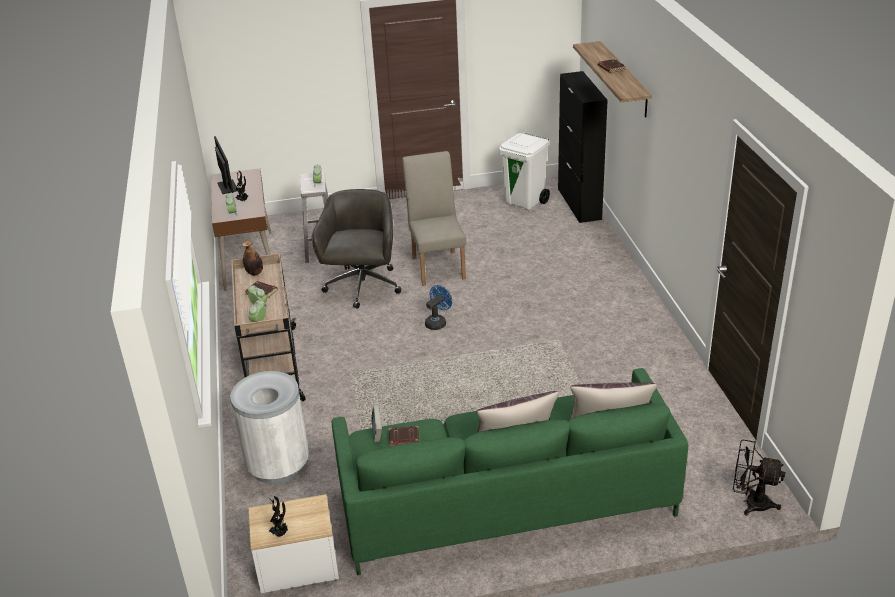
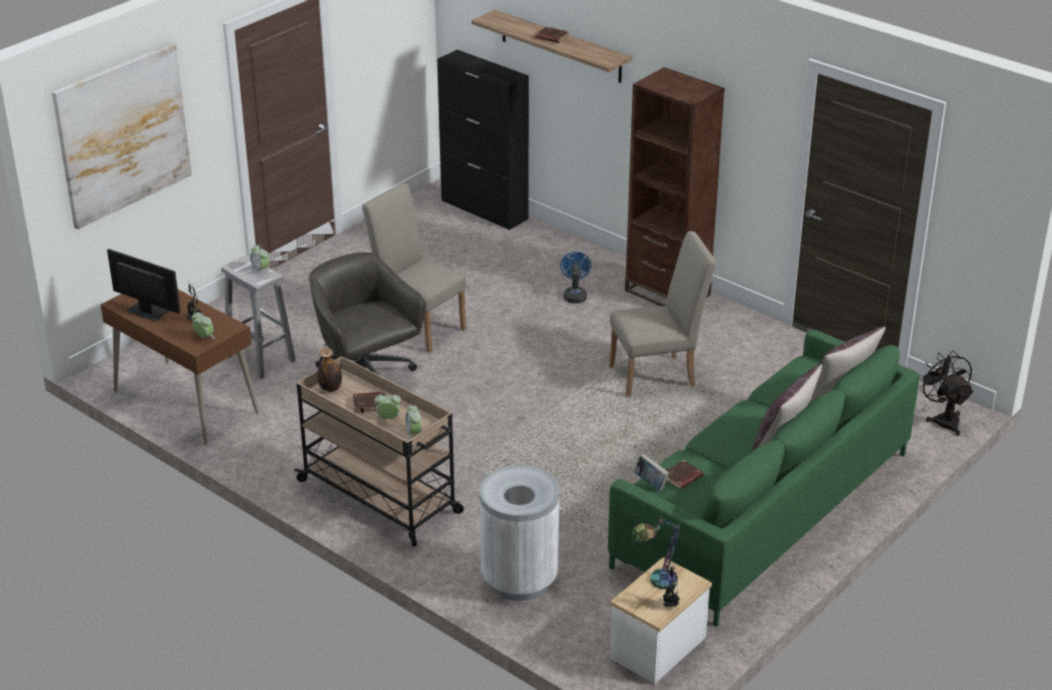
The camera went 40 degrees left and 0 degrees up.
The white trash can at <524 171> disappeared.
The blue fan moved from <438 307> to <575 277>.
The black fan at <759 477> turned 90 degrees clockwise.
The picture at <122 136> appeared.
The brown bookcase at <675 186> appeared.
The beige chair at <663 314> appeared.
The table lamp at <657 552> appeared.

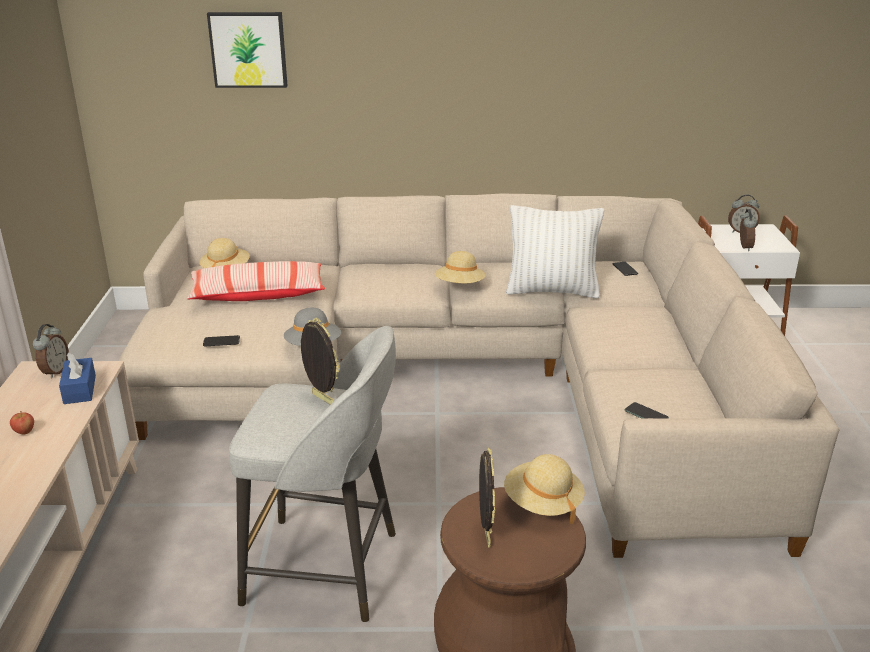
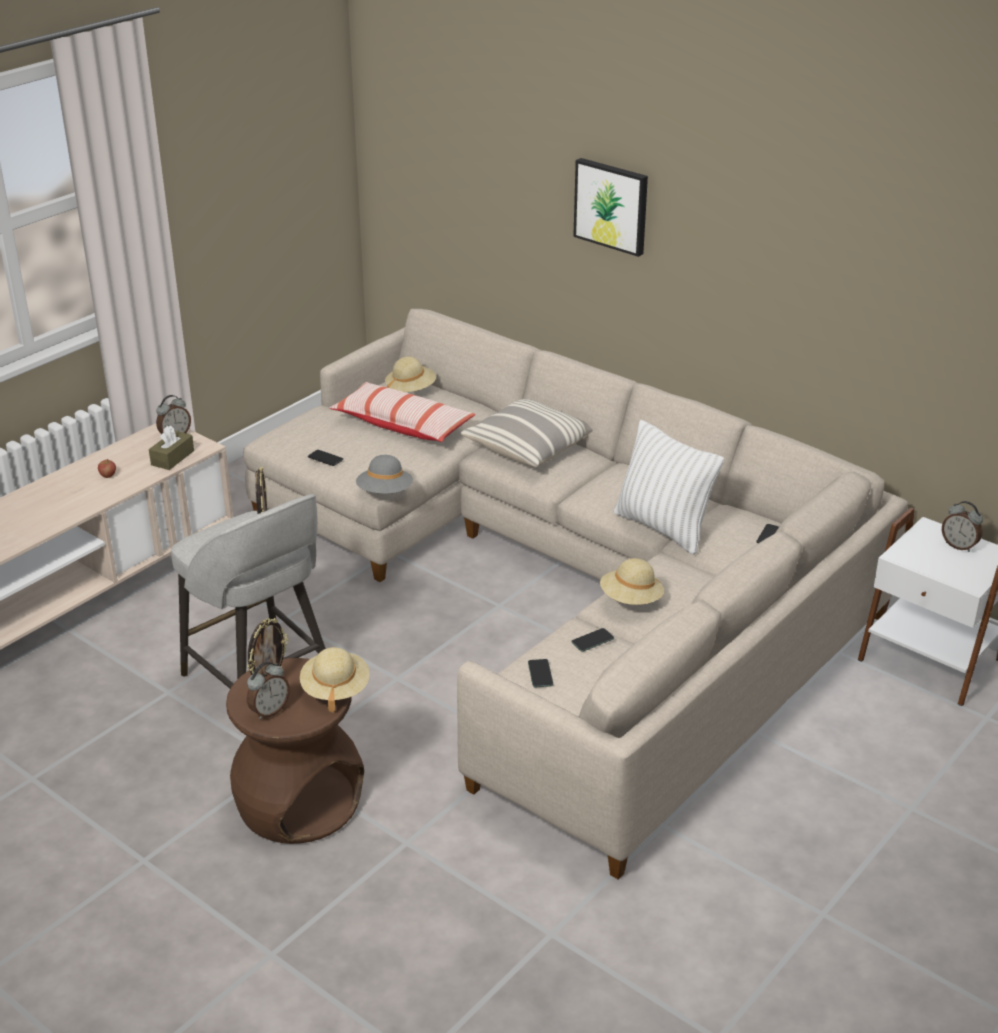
The camera went 40 degrees right and 5 degrees up.
The picture moved from <247 50> to <610 207>.
The alarm clock moved from <748 230> to <268 690>.
The beige hat moved from <460 267> to <632 581>.
The blue tissue box at <77 378> became the brown tissue box at <171 447>.
The pillow at <527 432> appeared.
The phone at <592 640> appeared.

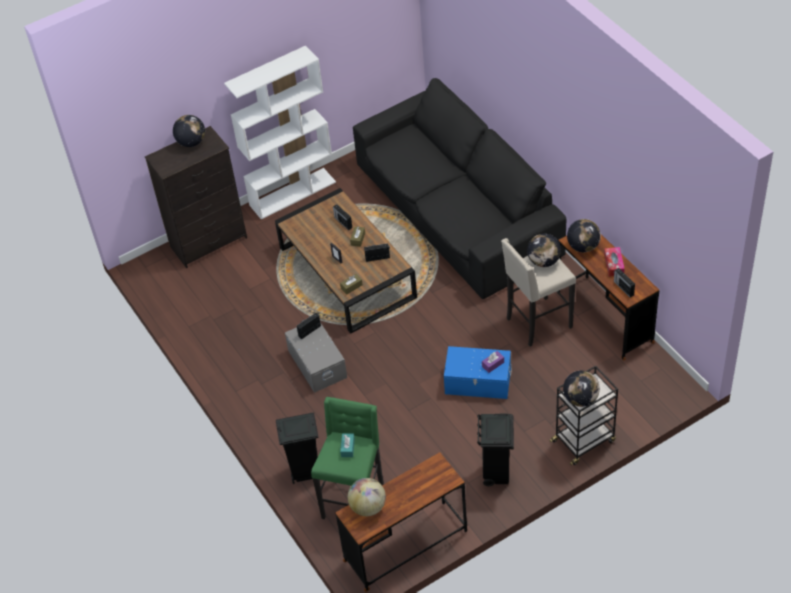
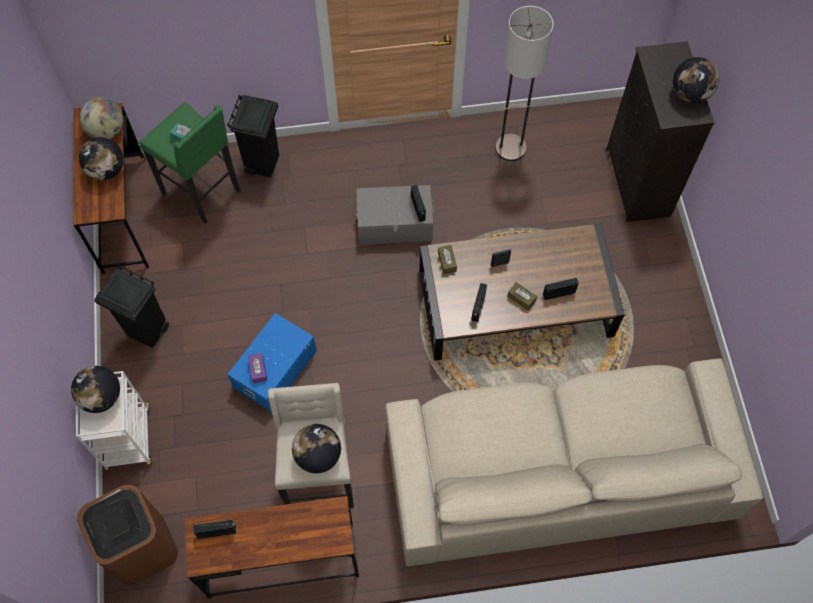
The camera went 110 degrees right and 15 degrees up.
The white bookcase at <280 132> disappeared.
The black sofa at <459 188> became the beige sofa at <575 462>.
The globe moved from <584 235> to <101 158>.
The tissue box at <614 262> disappeared.
The black cart at <584 416> became the white cart at <114 420>.
The floor lamp at <524 83> appeared.
The brown trash can at <127 535> appeared.

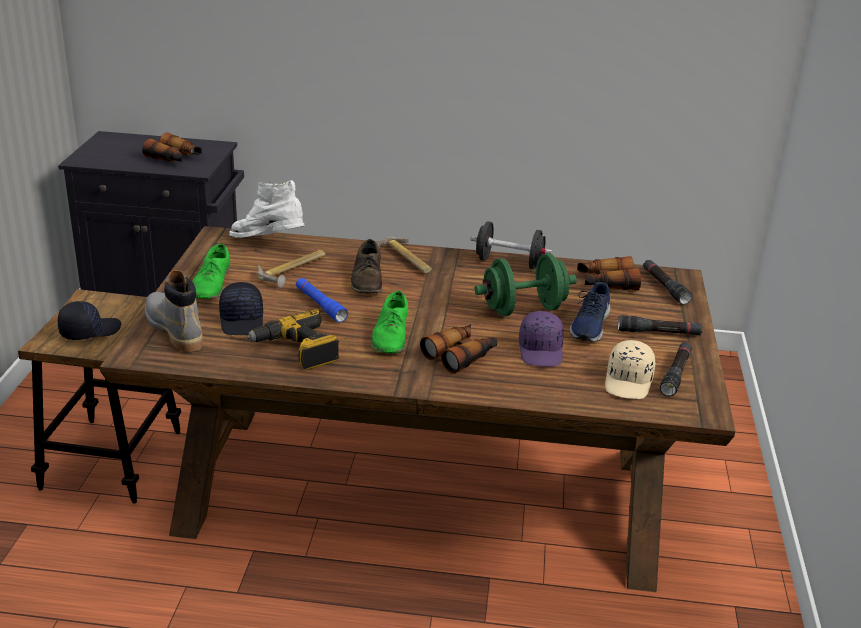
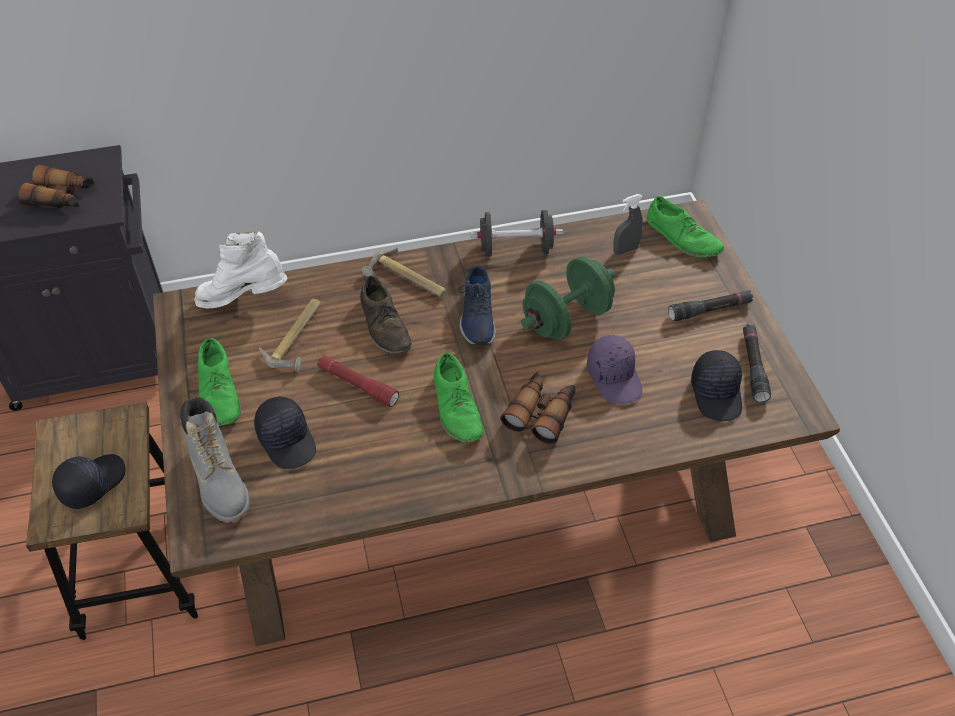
The camera went 20 degrees left and 20 degrees up.
The binoculars at <609 273> was replaced by the grey spray bottle at <628 224>.
The black flashlight at <667 282> was replaced by the green shoe at <685 226>.
The grey boot at <174 311> turned 150 degrees counterclockwise.
The blue flashlight at <322 300> became the red flashlight at <358 381>.
The blue shoe moved from <590 312> to <477 305>.
The power drill at <292 339> disappeared.
The beige cap at <630 369> became the black cap at <716 385>.

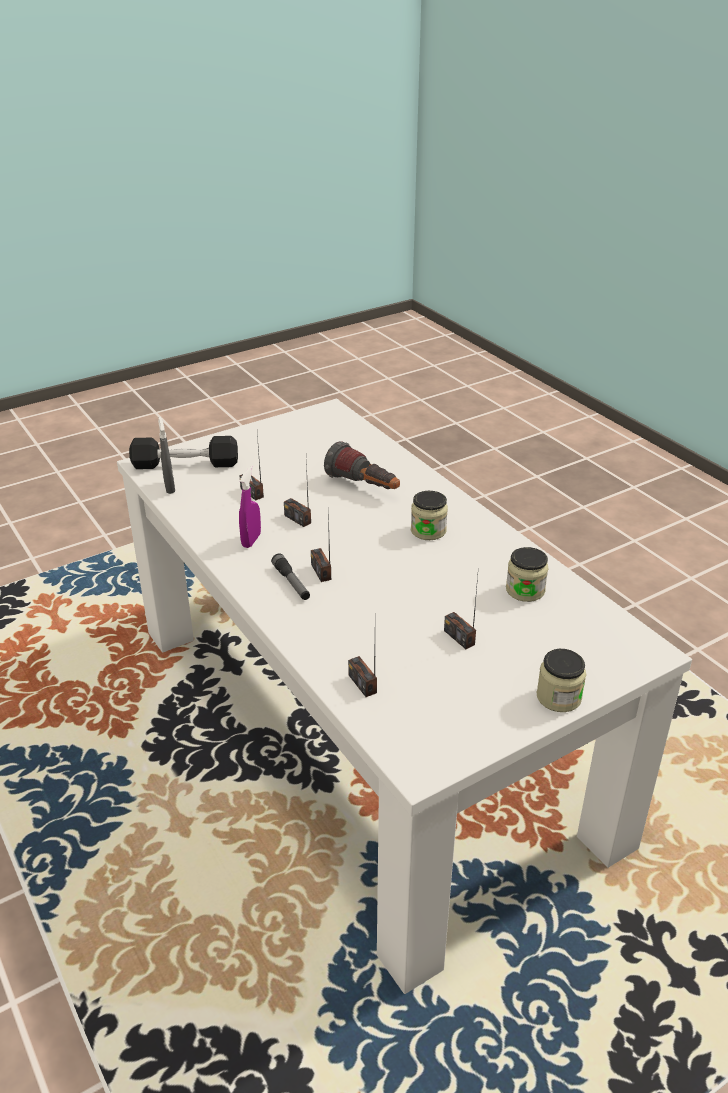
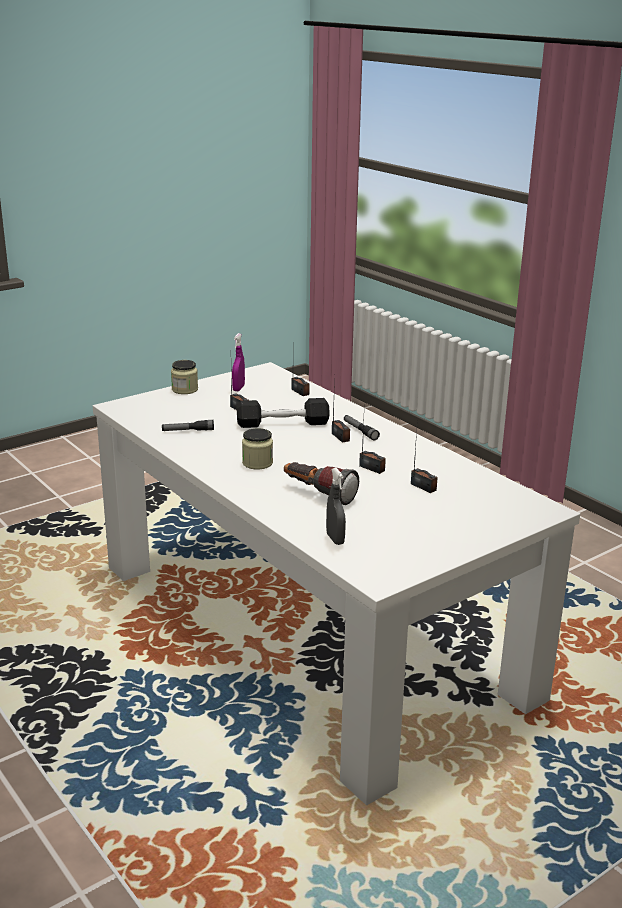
The camera went 175 degrees right and 10 degrees down.
The grey spray bottle moved from <166 455> to <336 506>.
The black dumbbell moved from <183 452> to <283 413>.
The purple spray bottle moved from <250 507> to <238 362>.
The jar at <527 574> was replaced by the flashlight at <188 425>.

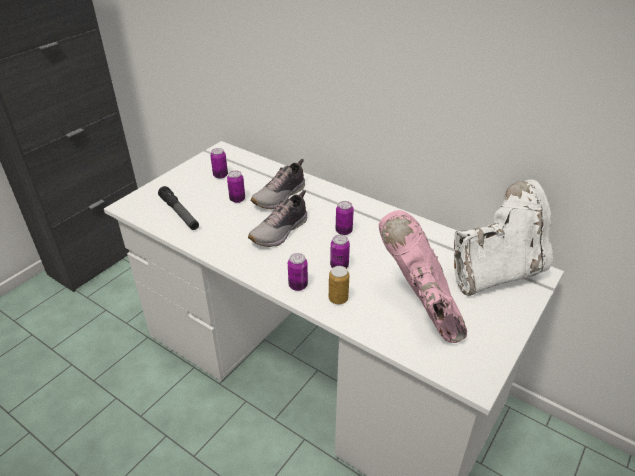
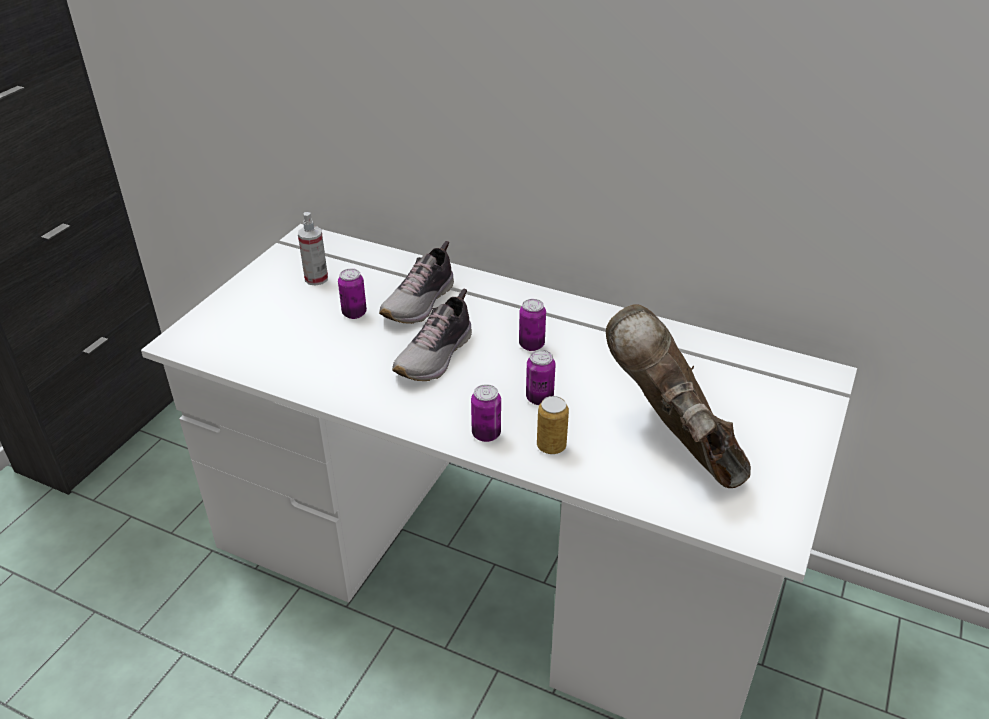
The camera went 10 degrees left and 0 degrees up.
The can at <219 163> was replaced by the spray bottle at <313 249>.
The white boot at <503 237> disappeared.
The flashlight at <178 208> disappeared.
The pink boot at <423 276> became the brown boot at <678 396>.

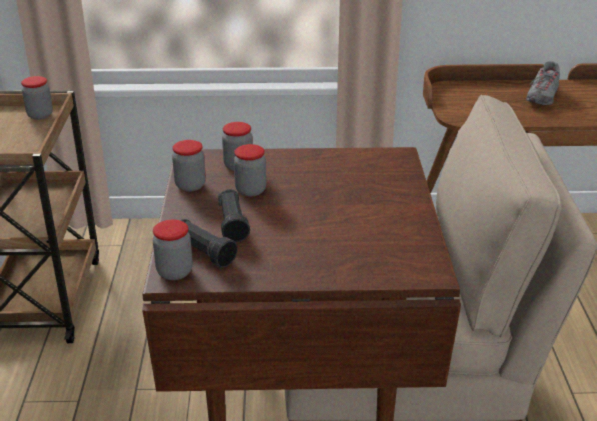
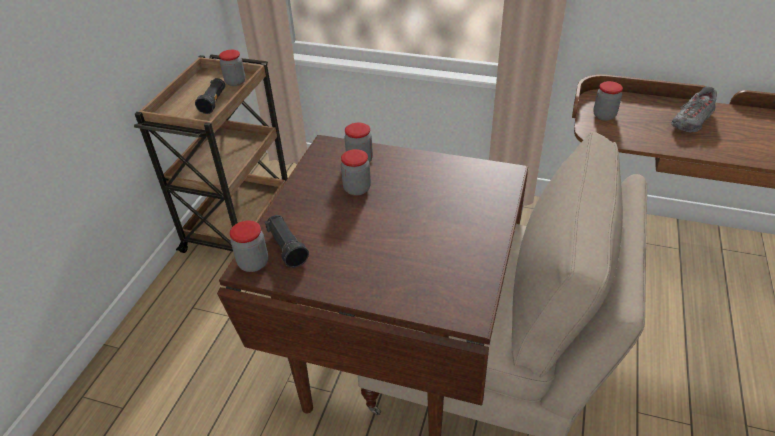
The camera went 20 degrees right and 10 degrees up.
The jar moved from <189 166> to <608 101>.
The black flashlight moved from <234 216> to <210 96>.

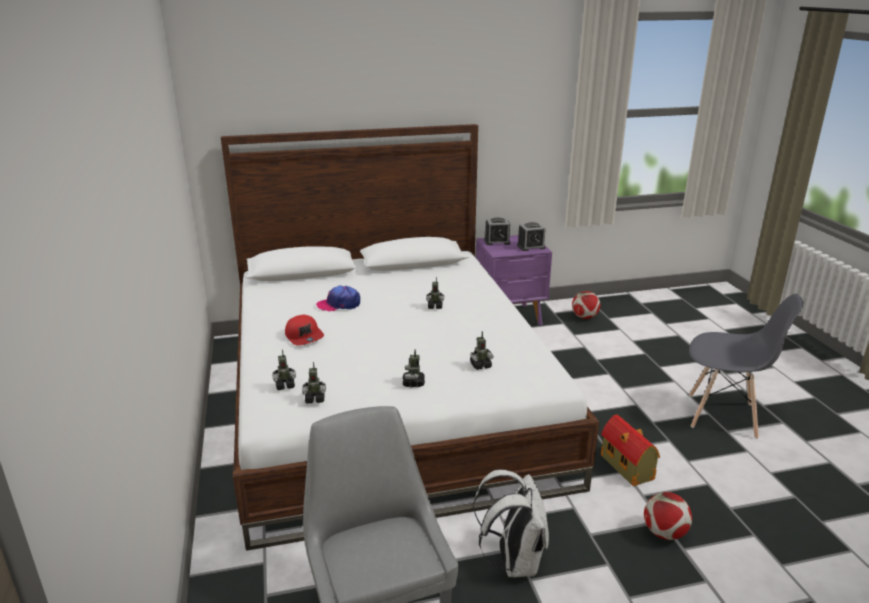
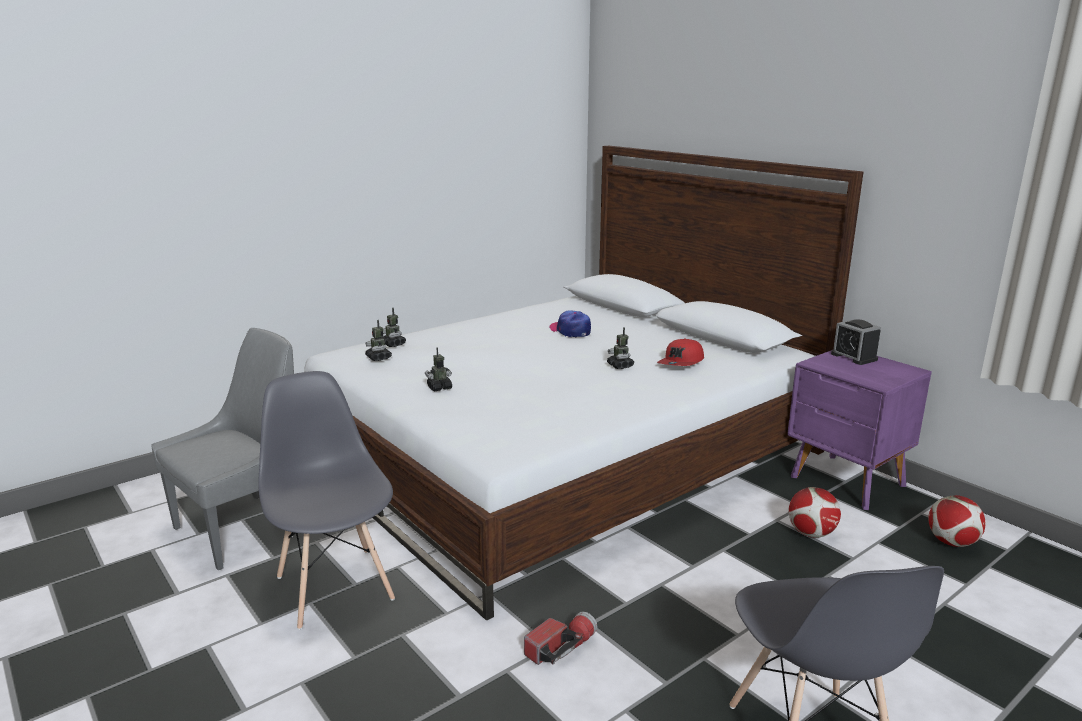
The camera went 65 degrees right and 5 degrees down.
The alarm clock at <531 236> disappeared.
The red cap moved from <304 329> to <680 352>.
The toy robot at <482 350> disappeared.
The toy house at <630 450> was replaced by the flashlight at <560 638>.
The white backpack at <511 523> was replaced by the grey chair at <326 500>.
The football moved from <668 516> to <814 512>.

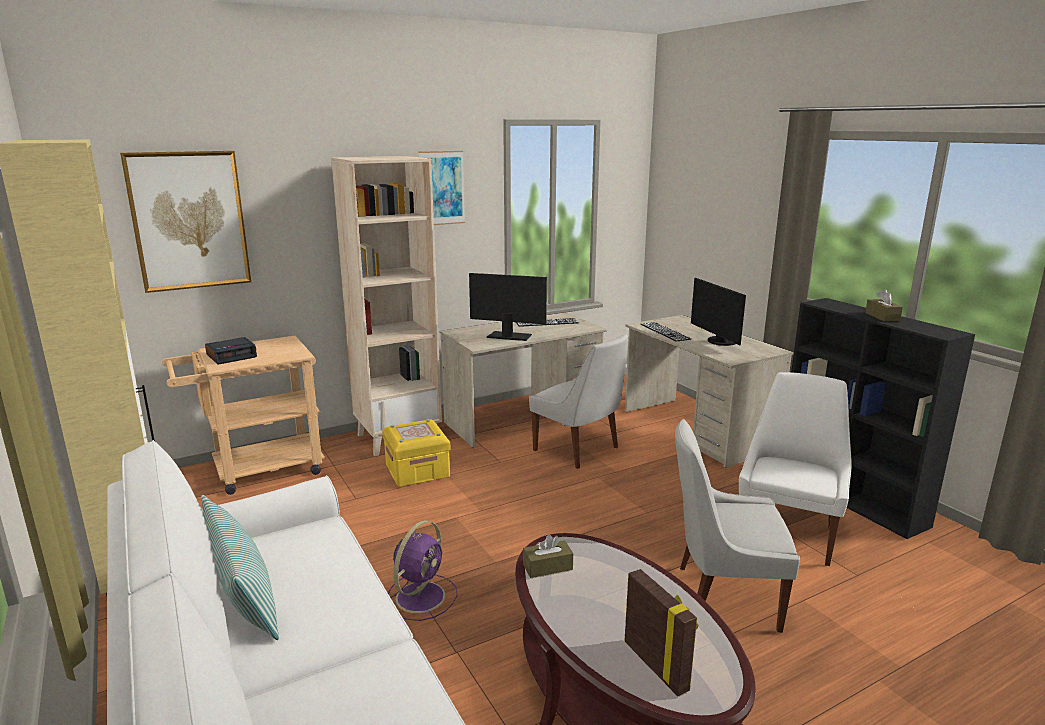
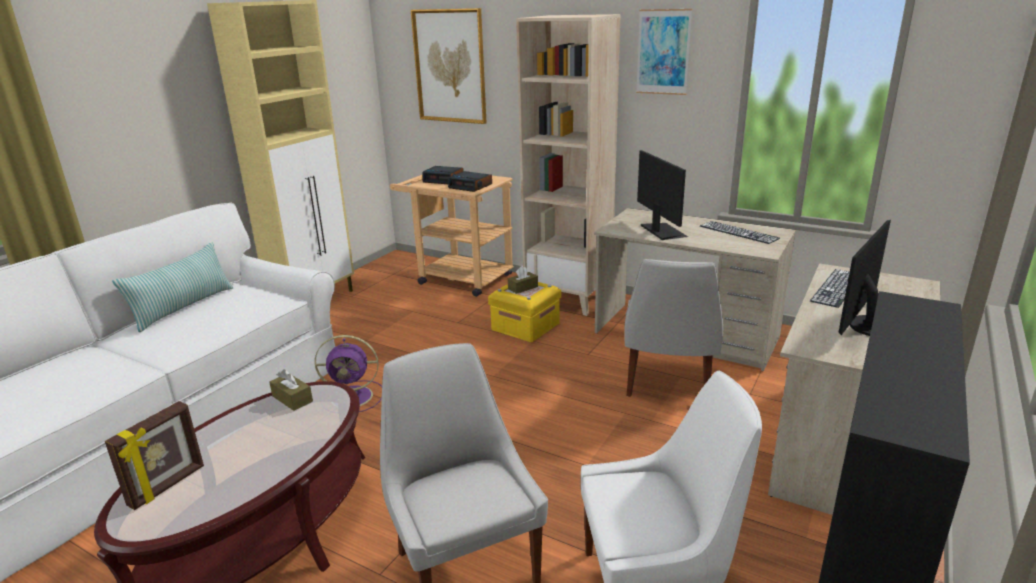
The camera went 60 degrees right and 5 degrees up.
The brown tissue box moved from <884 305> to <523 280>.
The alarm clock at <470 181> appeared.

